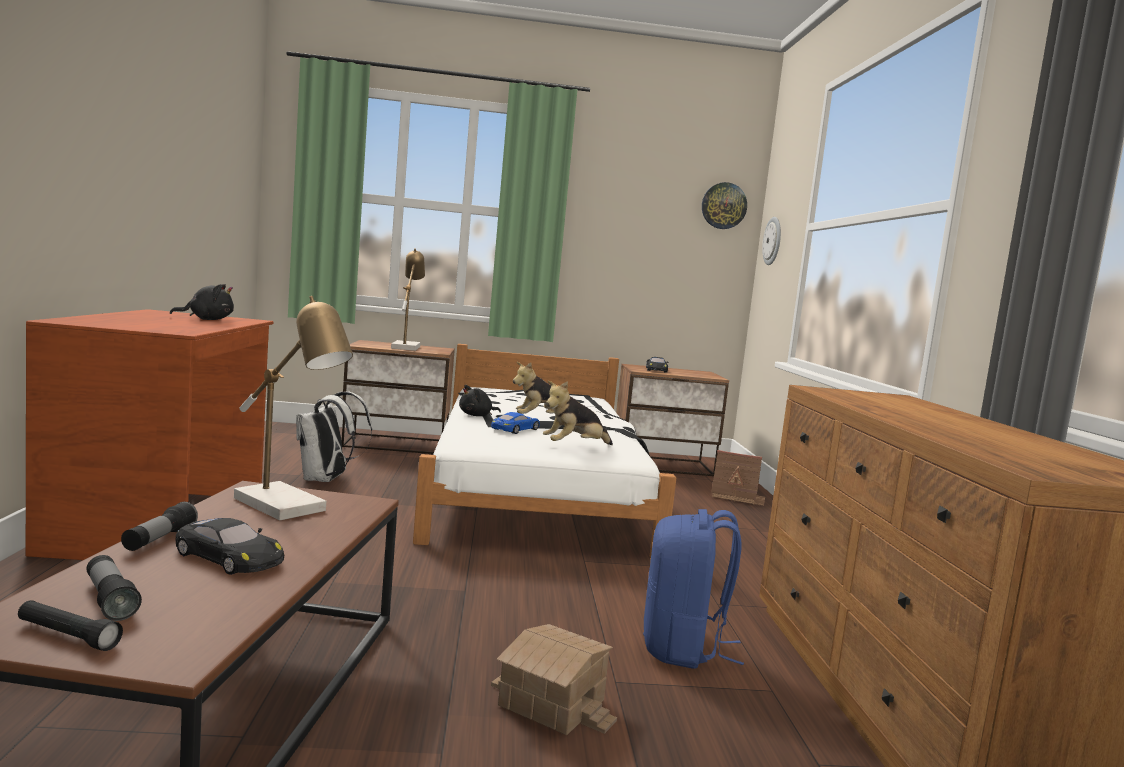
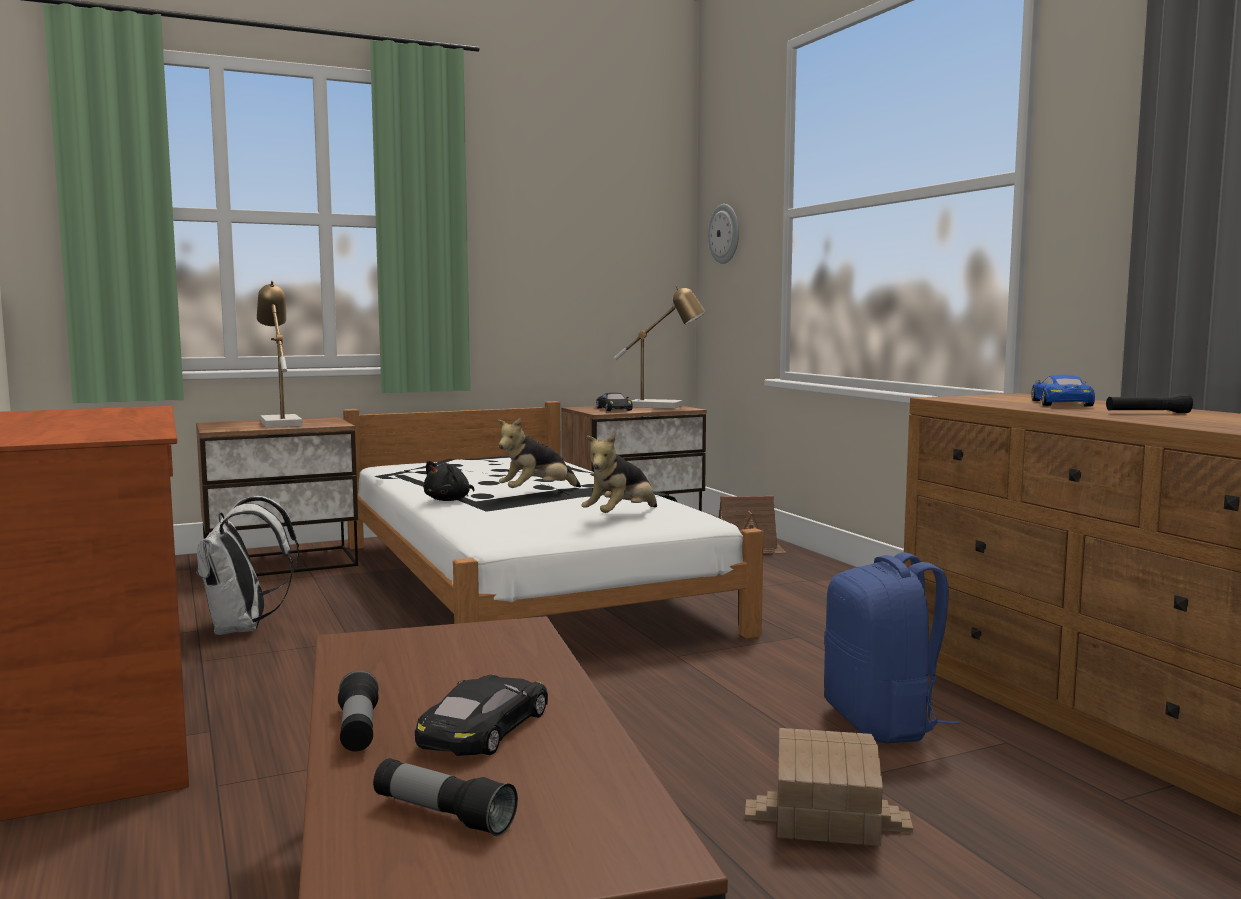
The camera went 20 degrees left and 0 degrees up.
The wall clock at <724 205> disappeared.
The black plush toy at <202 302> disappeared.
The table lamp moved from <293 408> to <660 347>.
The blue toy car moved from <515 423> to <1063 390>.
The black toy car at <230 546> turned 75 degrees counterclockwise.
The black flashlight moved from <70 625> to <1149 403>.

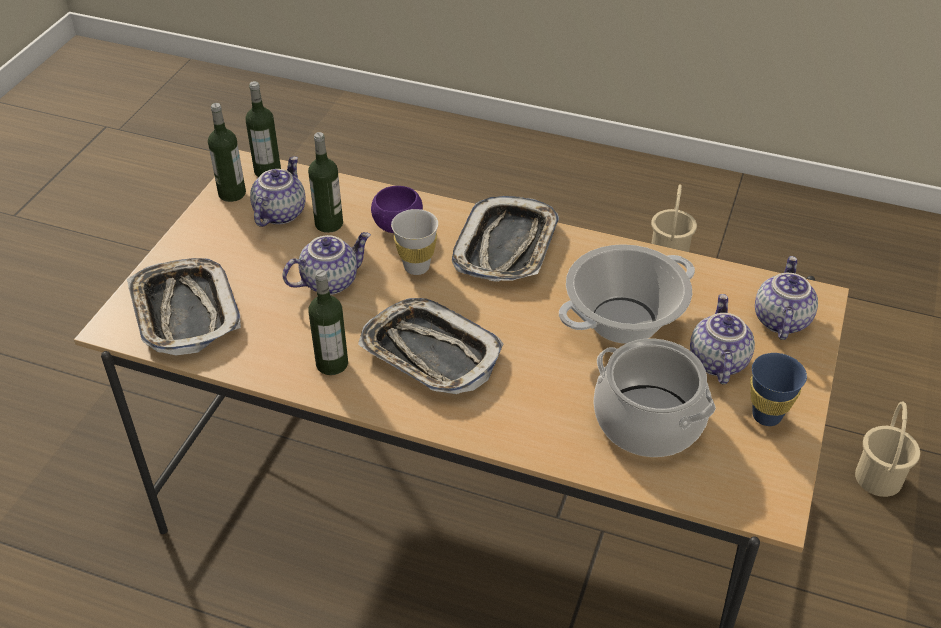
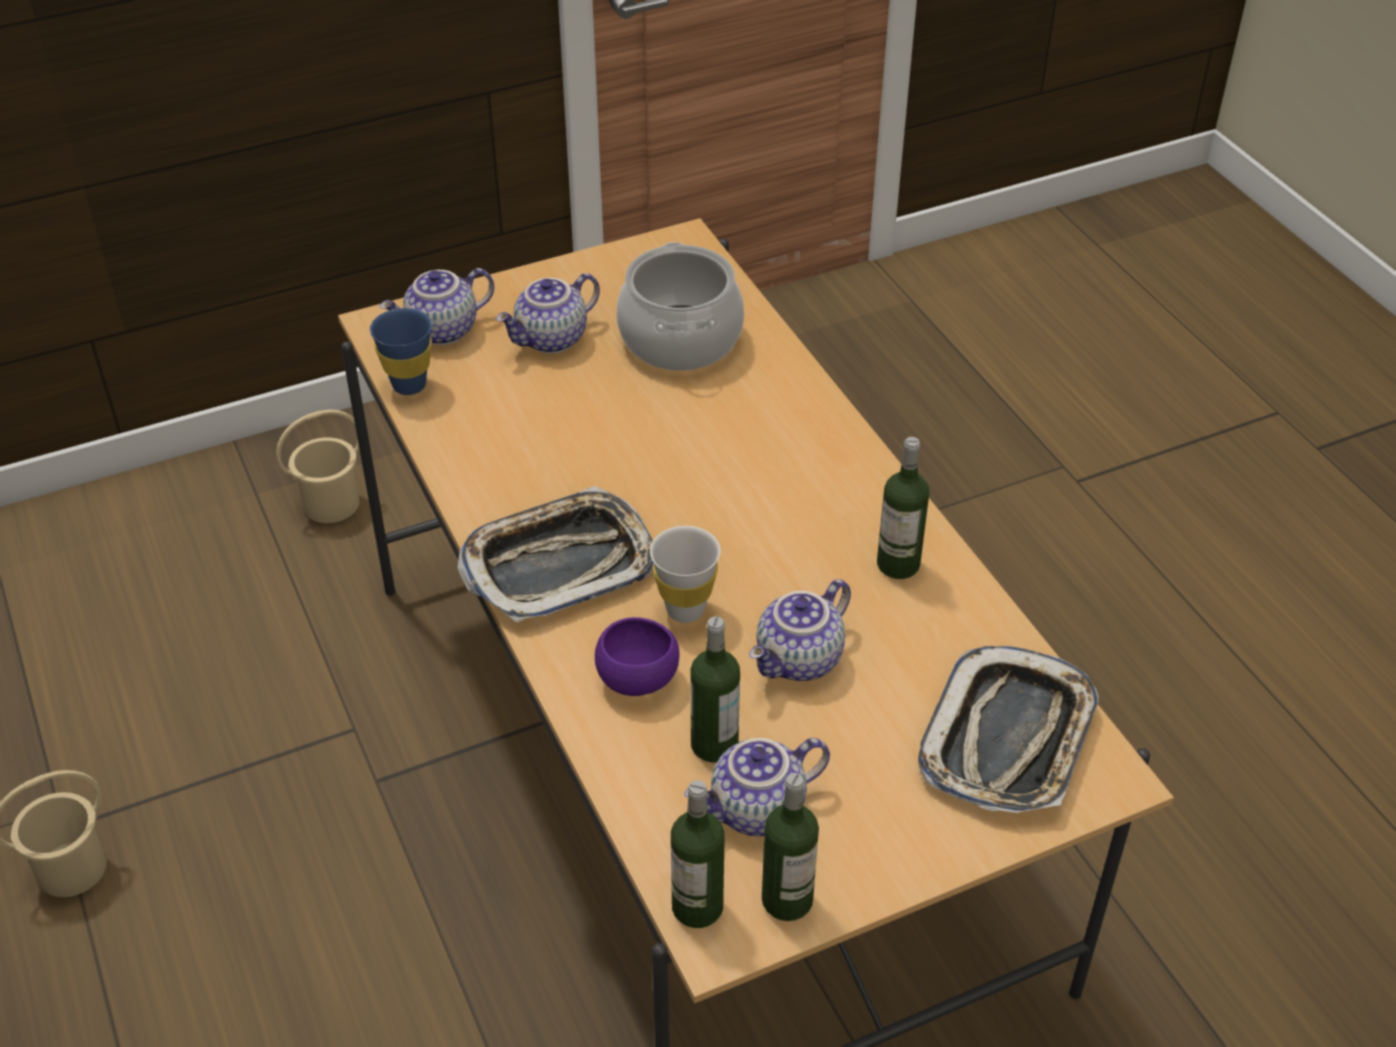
The camera went 135 degrees left and 0 degrees up.
The teapot at <326 263> turned 60 degrees counterclockwise.
The cooking pot at <627 294> disappeared.
The tray at <431 346> disappeared.
The blue cup moved from <778 389> to <401 351>.

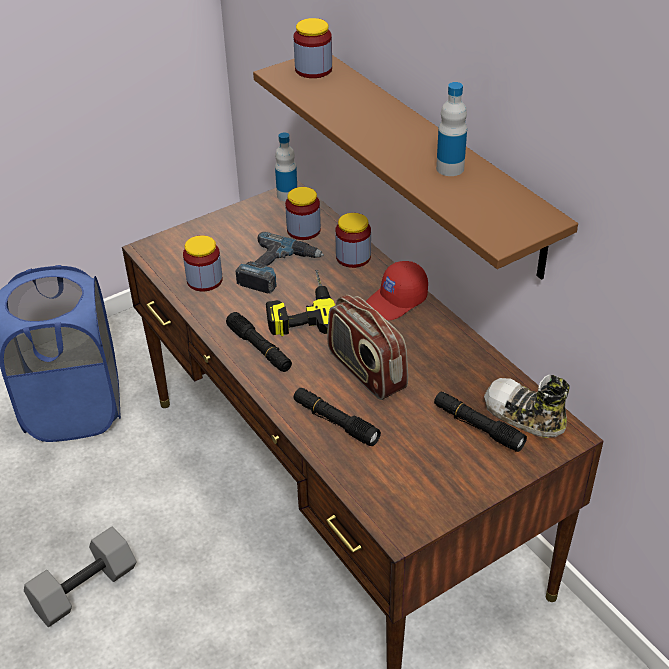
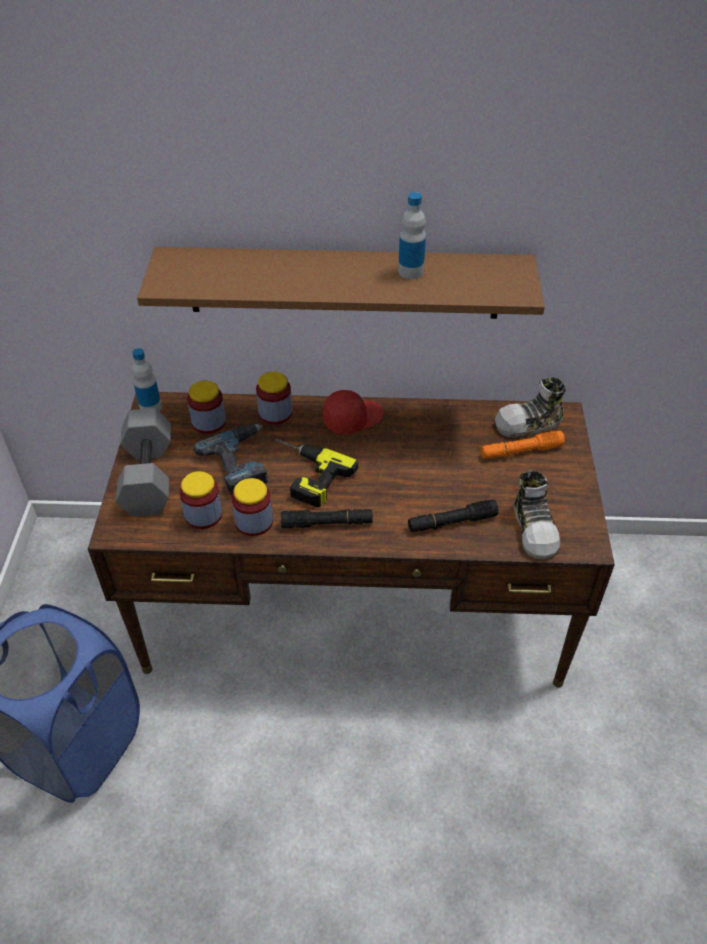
The camera went 55 degrees left and 5 degrees up.
The jar moved from <312 48> to <252 507>.
The red cap at <397 290> turned 120 degrees counterclockwise.
The radio at <367 347> disappeared.
The black flashlight at <480 422> became the orange flashlight at <523 445>.
The grey dumbbell moved from <80 577> to <143 462>.
The shoe at <537 515> appeared.

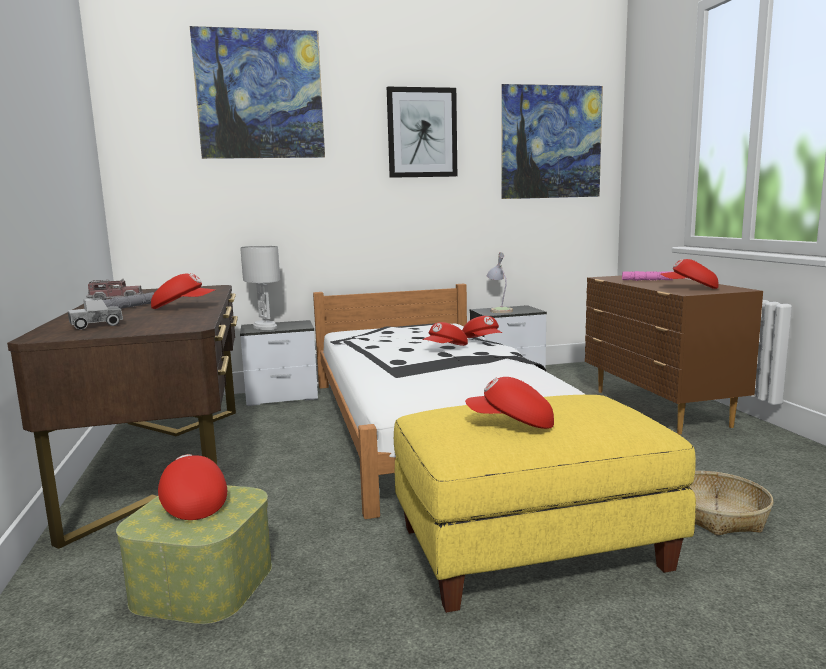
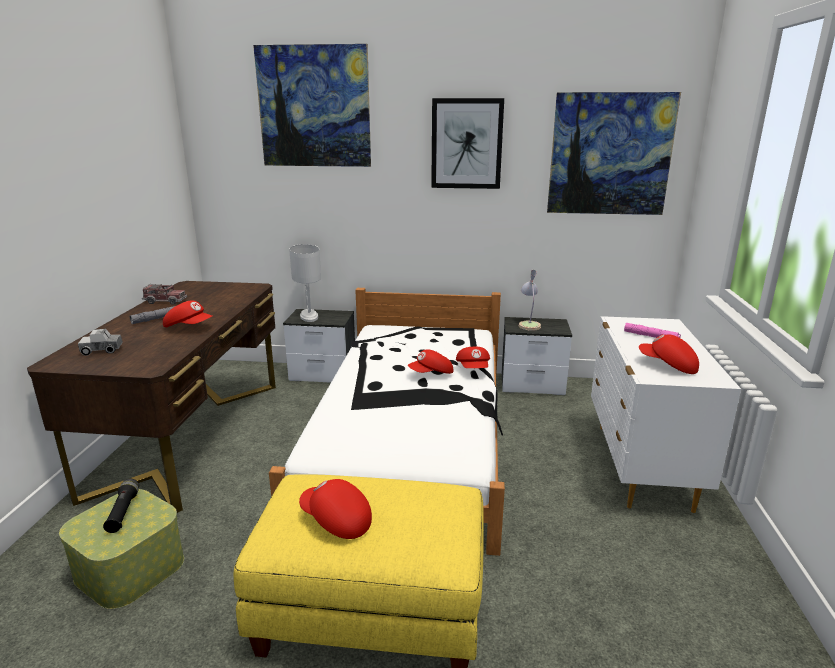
The camera went 20 degrees right and 10 degrees up.
The brown dresser at <674 355> became the white dresser at <666 414>.
The red cap at <192 487> was replaced by the black flashlight at <121 506>.
The basket at <731 503> disappeared.

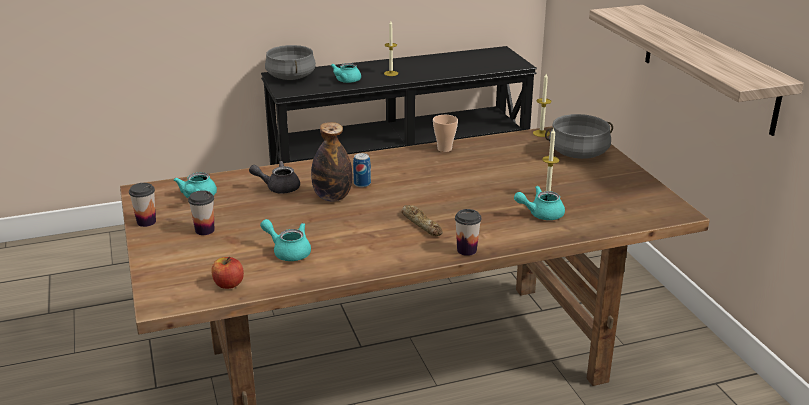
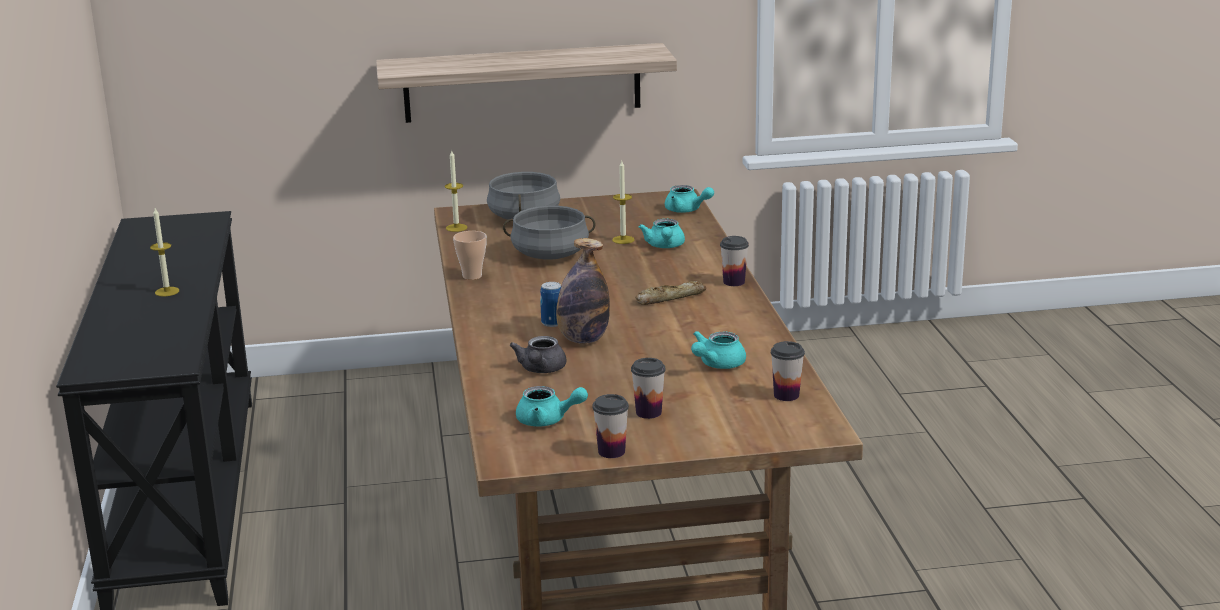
The camera went 80 degrees left and 5 degrees down.
The grey cooking pot moved from <290 62> to <549 233>.
The turquoise teapot moved from <346 73> to <689 199>.
The apple at <227 273> was replaced by the cup at <788 371>.

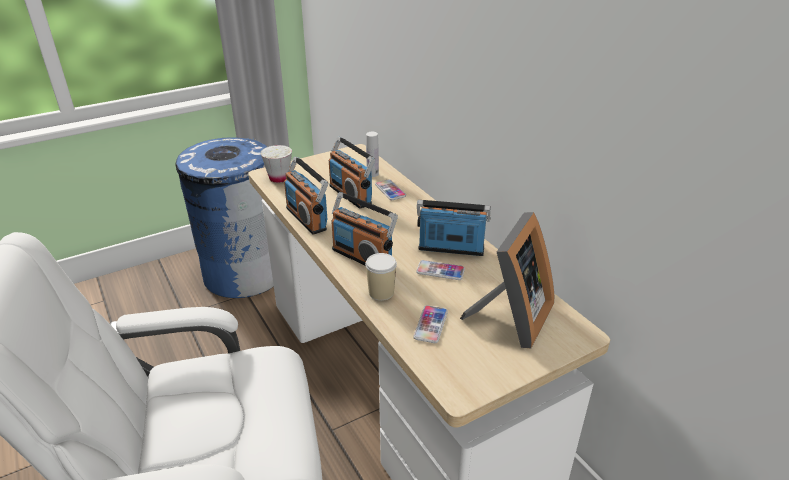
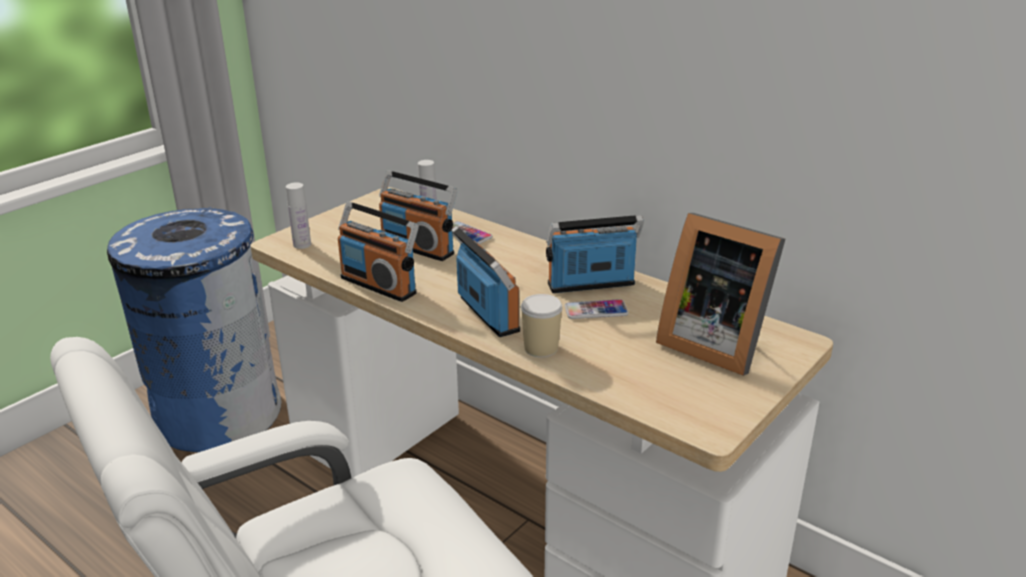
The camera went 20 degrees left and 5 degrees down.
The white cup at <276 164> was replaced by the white bottle at <298 215>.
The radio at <364 228> turned 135 degrees counterclockwise.
The picture frame at <507 280> turned 120 degrees clockwise.
The phone at <430 324> disappeared.

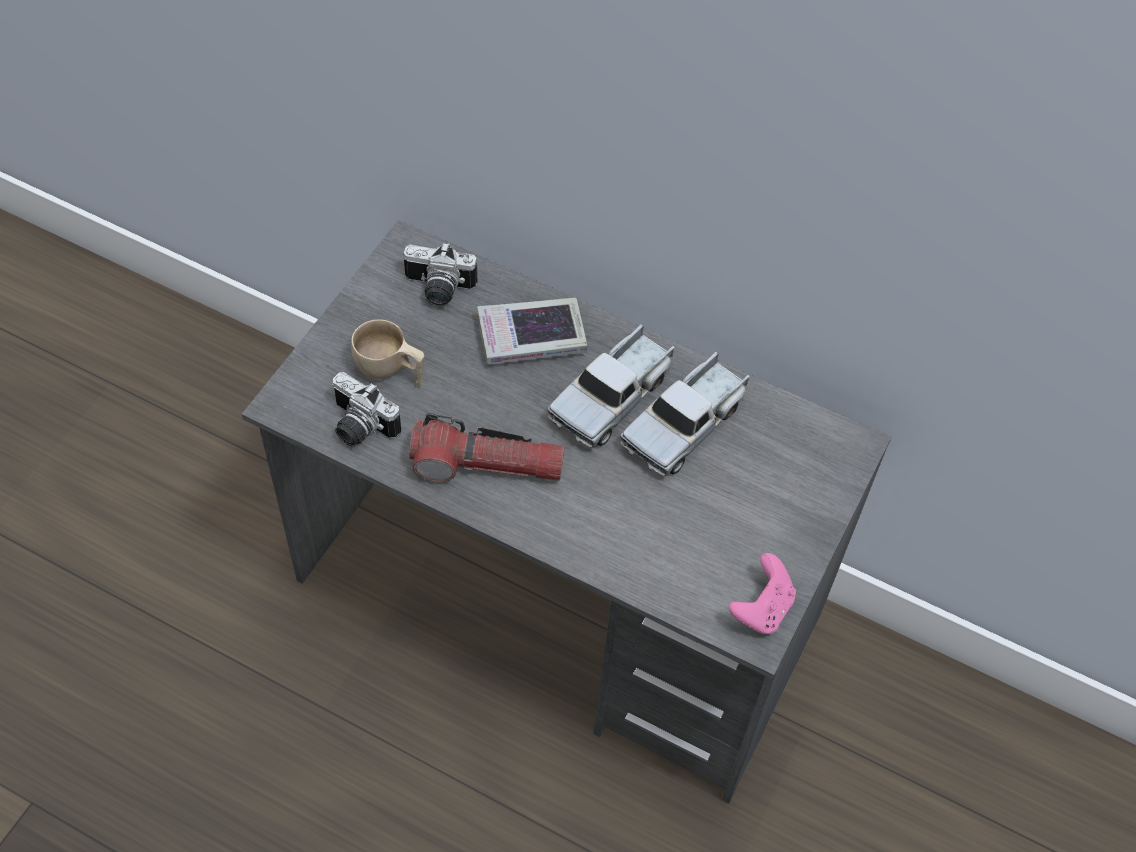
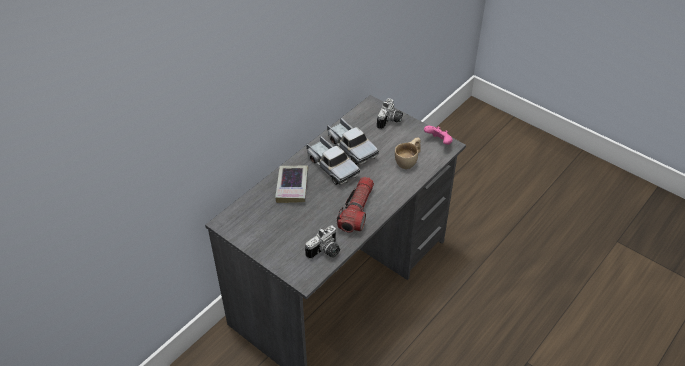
The camera went 75 degrees left and 10 degrees down.
The photo camera moved from <440 274> to <390 114>.
The beige cup moved from <387 353> to <408 153>.

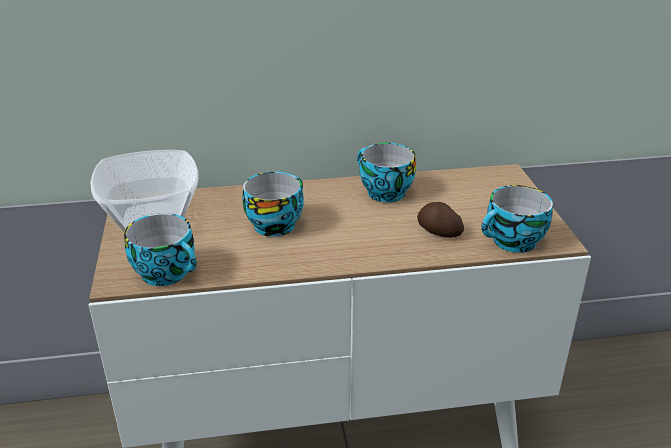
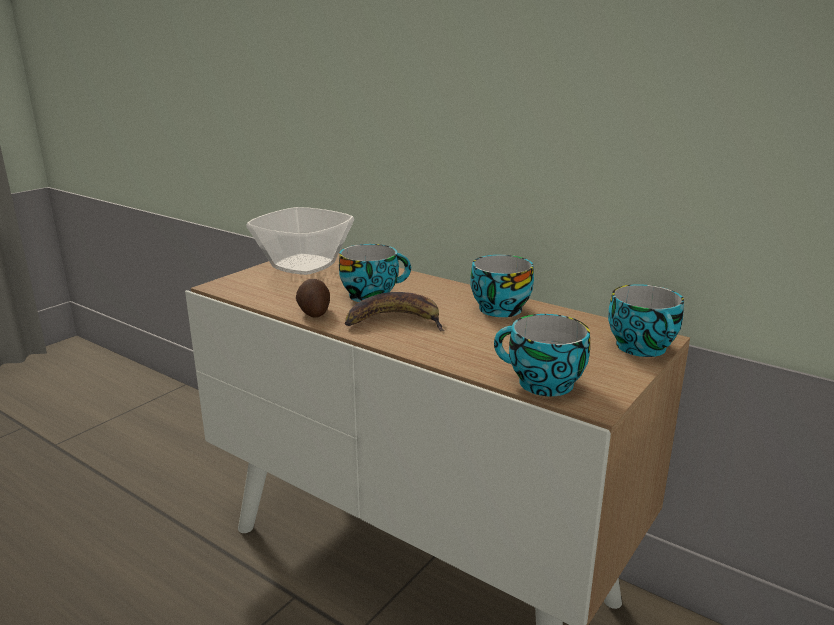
The camera went 45 degrees right and 10 degrees down.
The potato moved from <440 220> to <313 298>.
The cup moved from <160 249> to <646 320>.
The banana at <394 311> appeared.

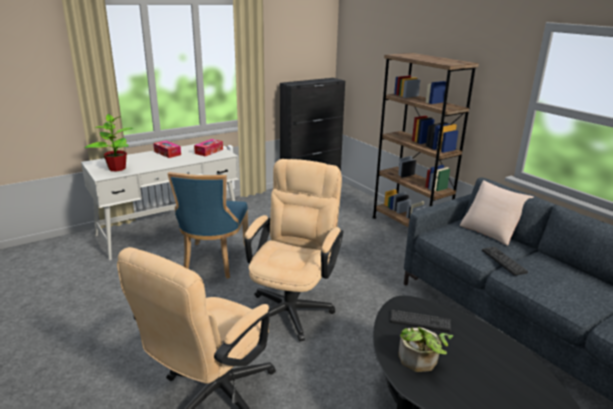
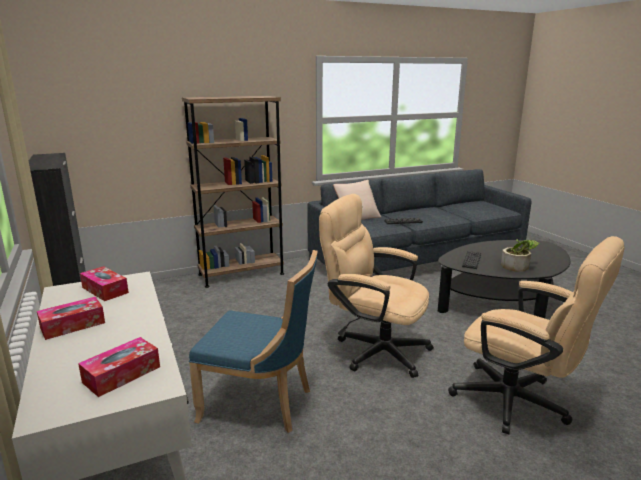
The camera went 80 degrees left and 5 degrees down.
The potted plant at <109 143> was replaced by the tissue box at <119 367>.

